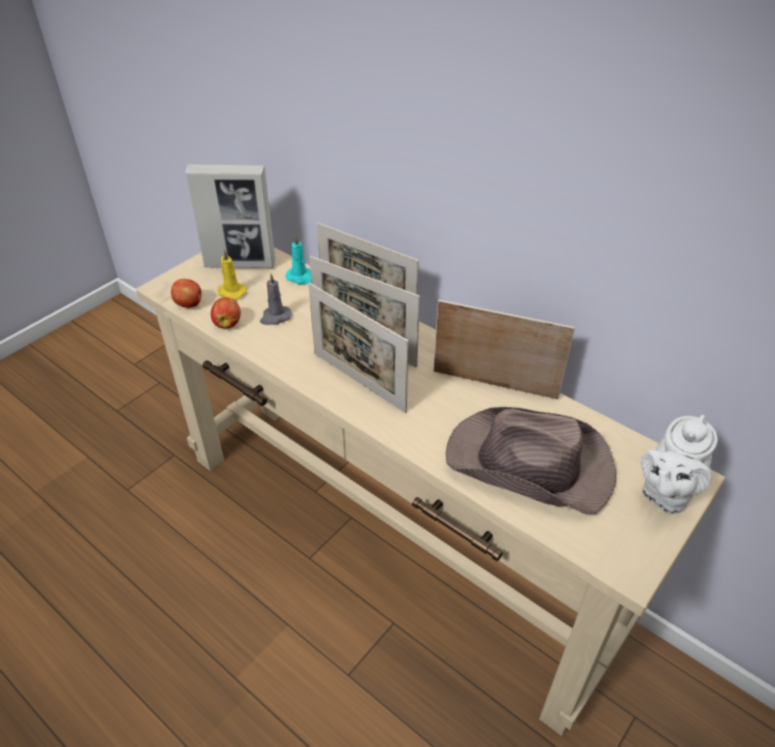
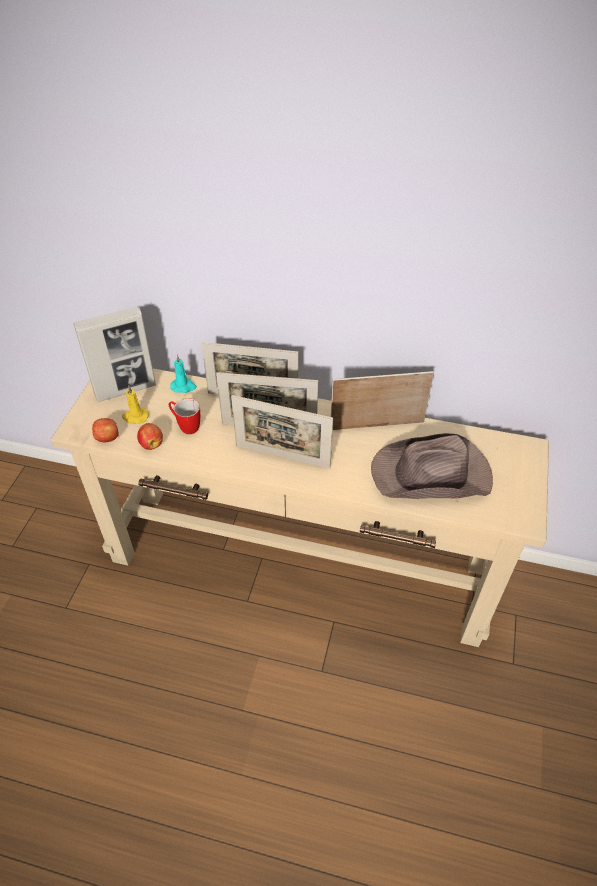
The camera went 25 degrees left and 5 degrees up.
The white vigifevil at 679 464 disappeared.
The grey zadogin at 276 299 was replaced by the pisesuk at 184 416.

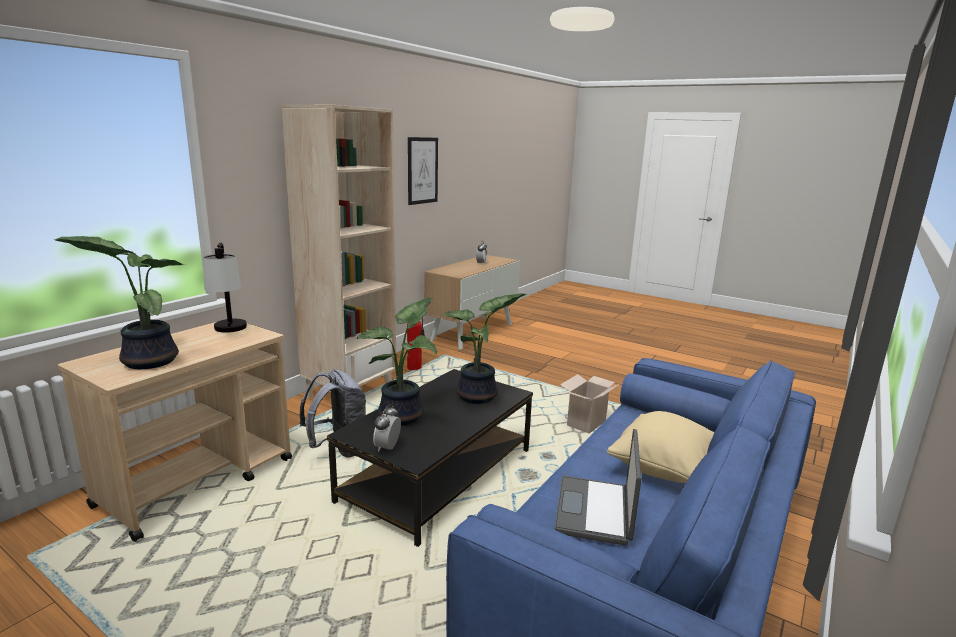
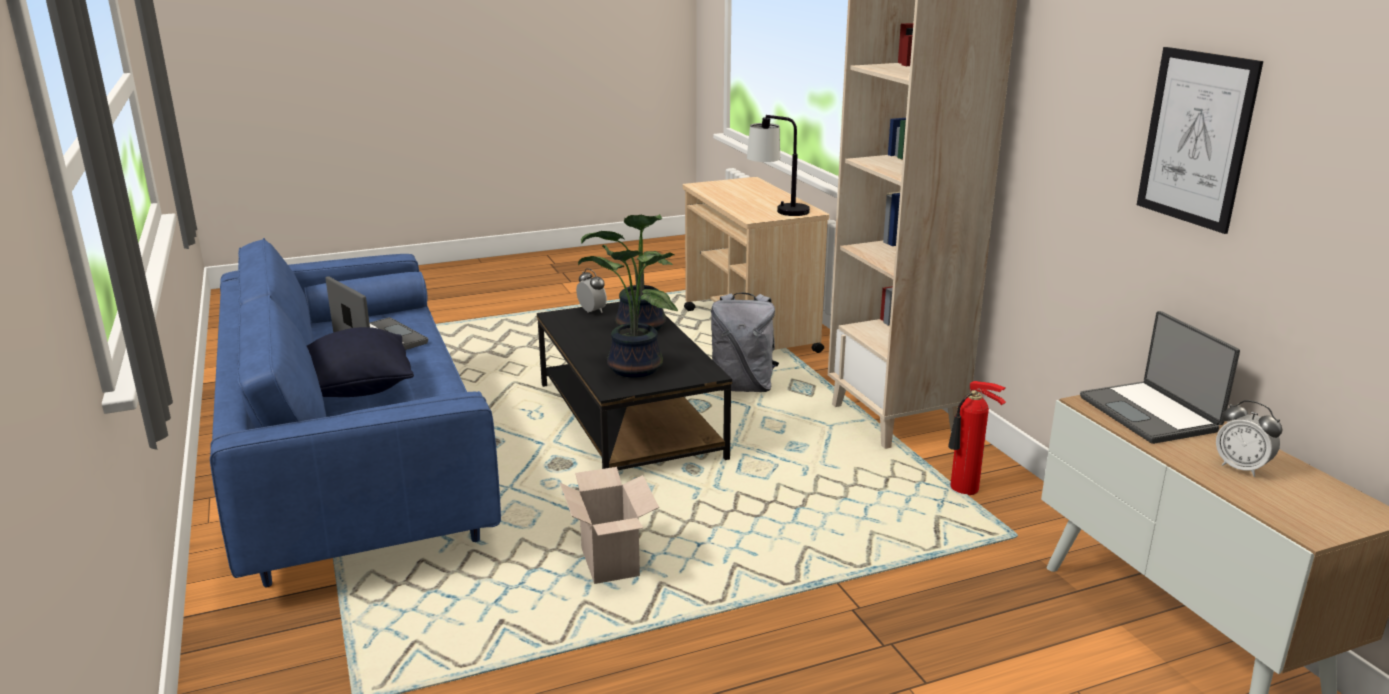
The camera went 125 degrees right and 5 degrees up.
The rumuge at 120 302 disappeared.
The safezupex at 1160 377 appeared.
The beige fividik at 660 447 became the black fividik at 360 362.

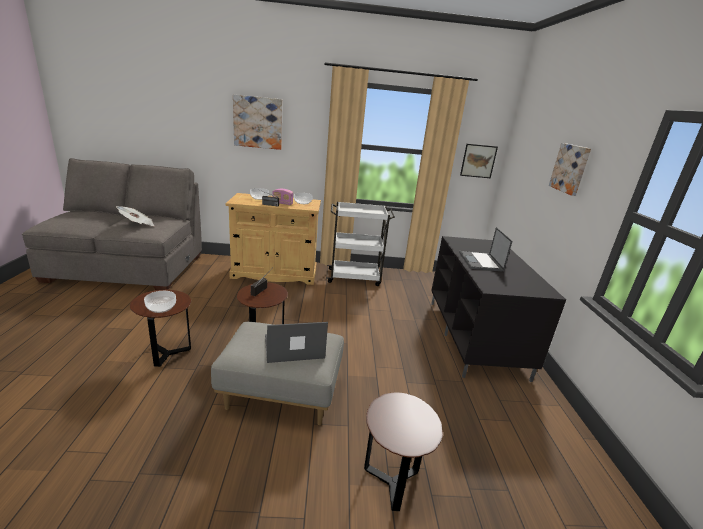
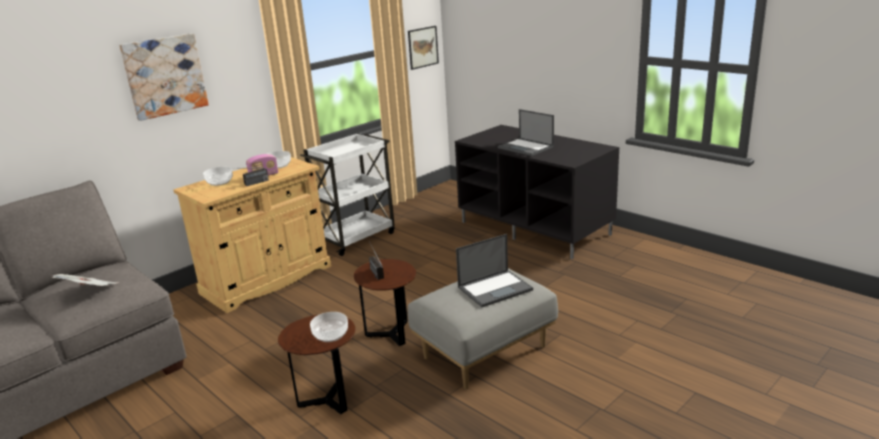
The camera went 40 degrees left and 0 degrees up.
The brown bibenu at 403 451 disappeared.
The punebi at 570 169 disappeared.
The safezupex at 296 342 turned 150 degrees counterclockwise.

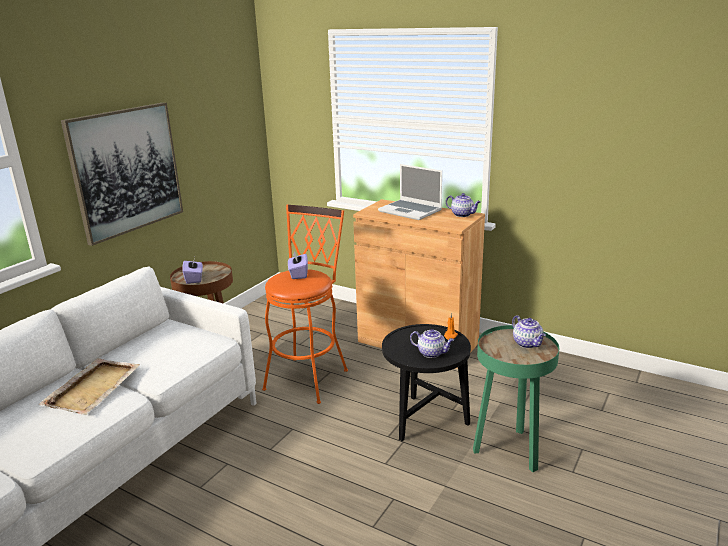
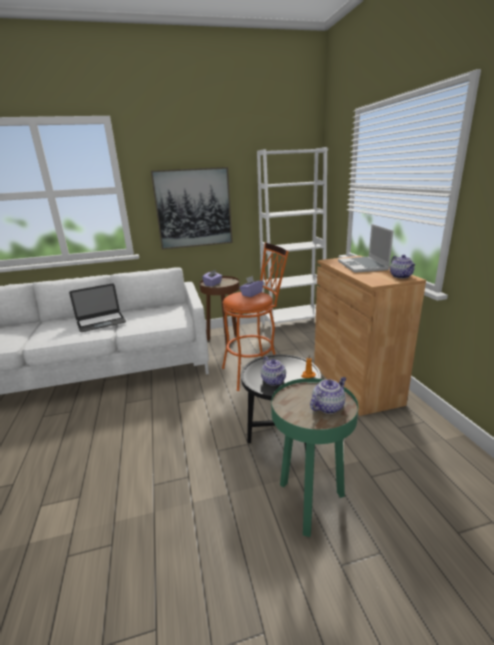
The camera went 45 degrees right and 0 degrees up.
The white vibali at 292 241 appeared.
The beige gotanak at 89 386 was replaced by the safezupex at 97 308.
The vigifevil at 529 331 turned 150 degrees counterclockwise.

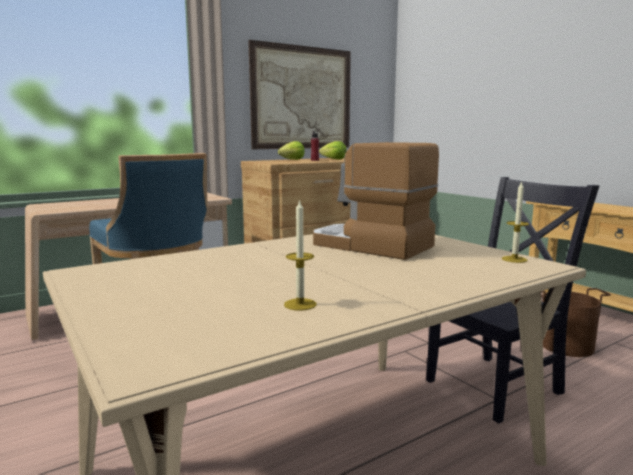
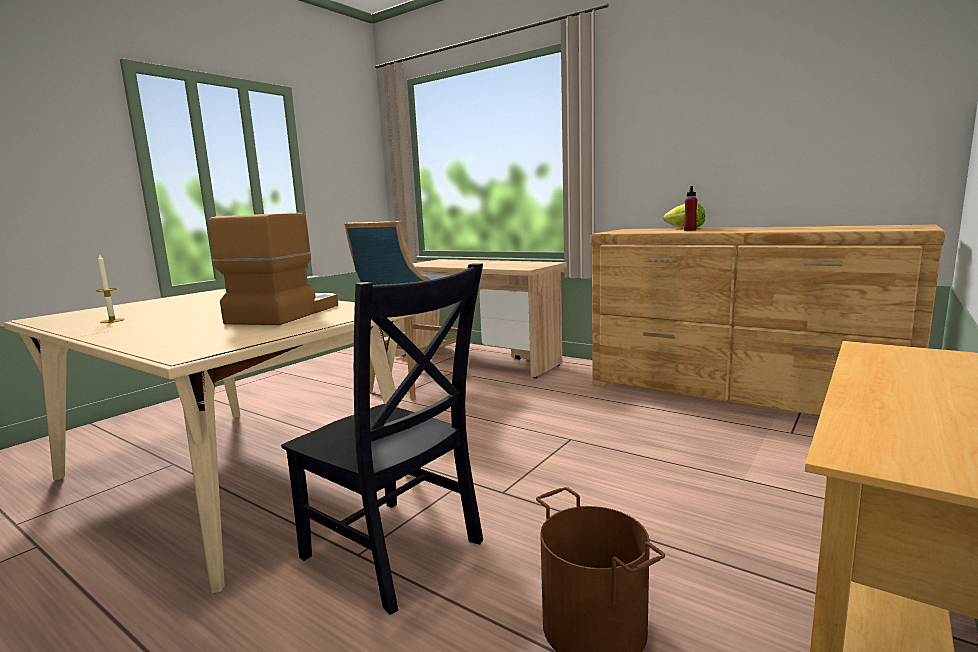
The camera went 70 degrees right and 0 degrees up.
The punebi at 299 94 disappeared.
The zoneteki at 333 150 disappeared.
The zadogin at 515 222 disappeared.

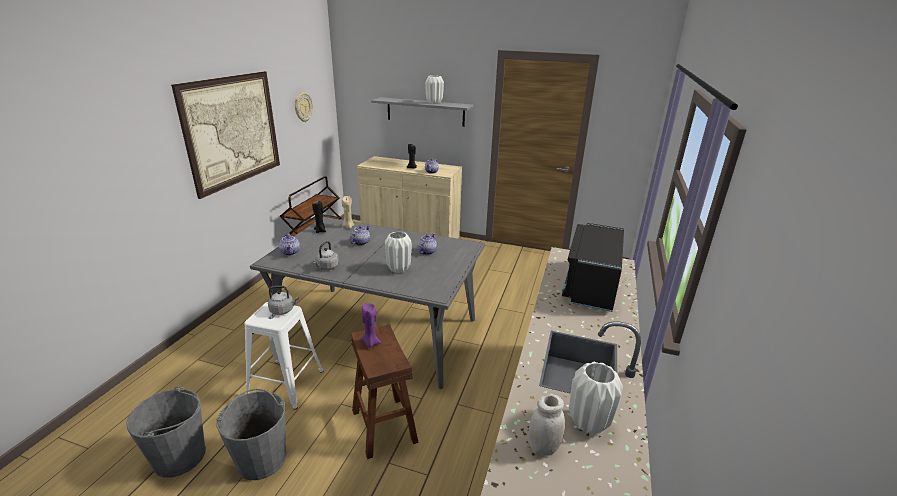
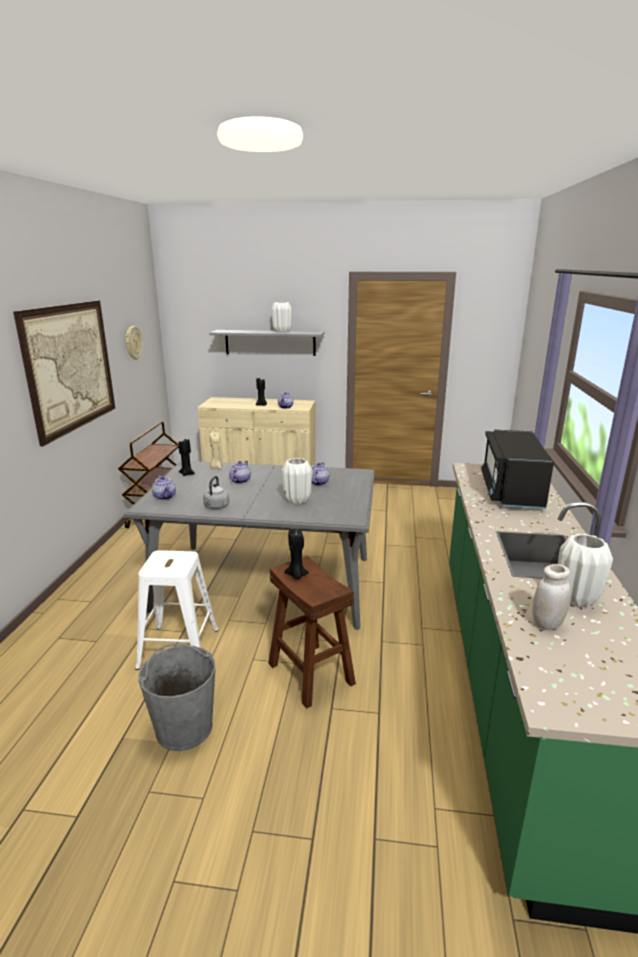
The camera went 10 degrees left and 5 degrees down.
The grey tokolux at 166 432 disappeared.
The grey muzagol at 283 300 disappeared.
The purple zadogin at 371 325 became the black zadogin at 297 554.

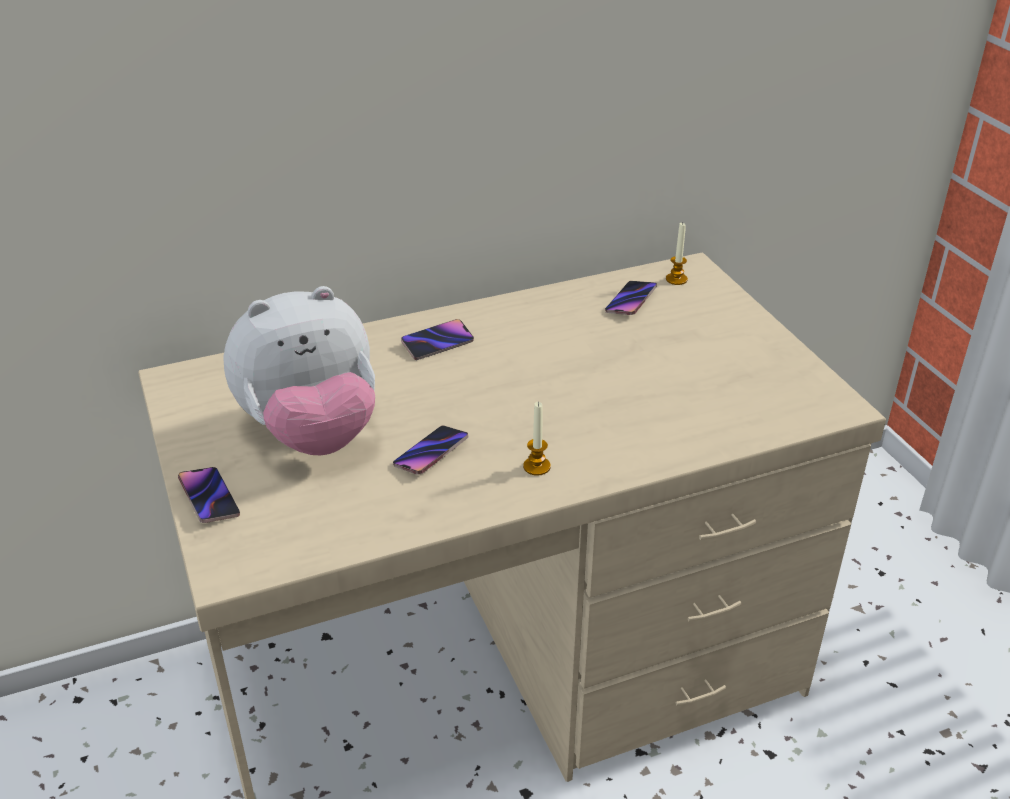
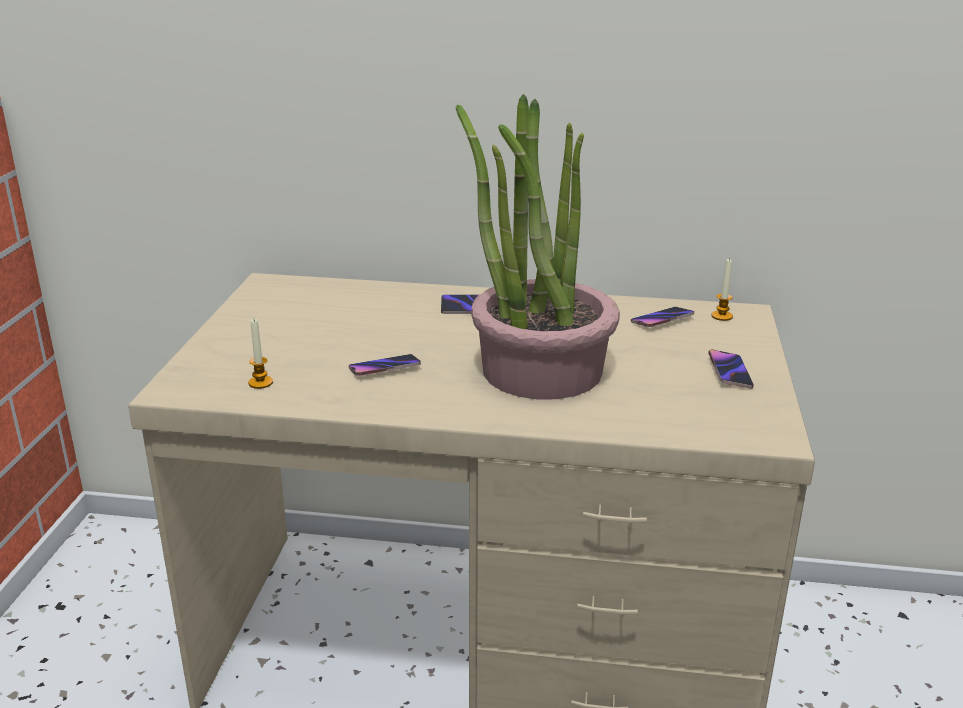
The camera went 30 degrees right and 10 degrees down.
The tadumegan at 299 370 disappeared.
The rumuge at 538 247 appeared.
The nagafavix moved from 209 495 to 731 369.
The zadogin moved from 537 439 to 260 353.

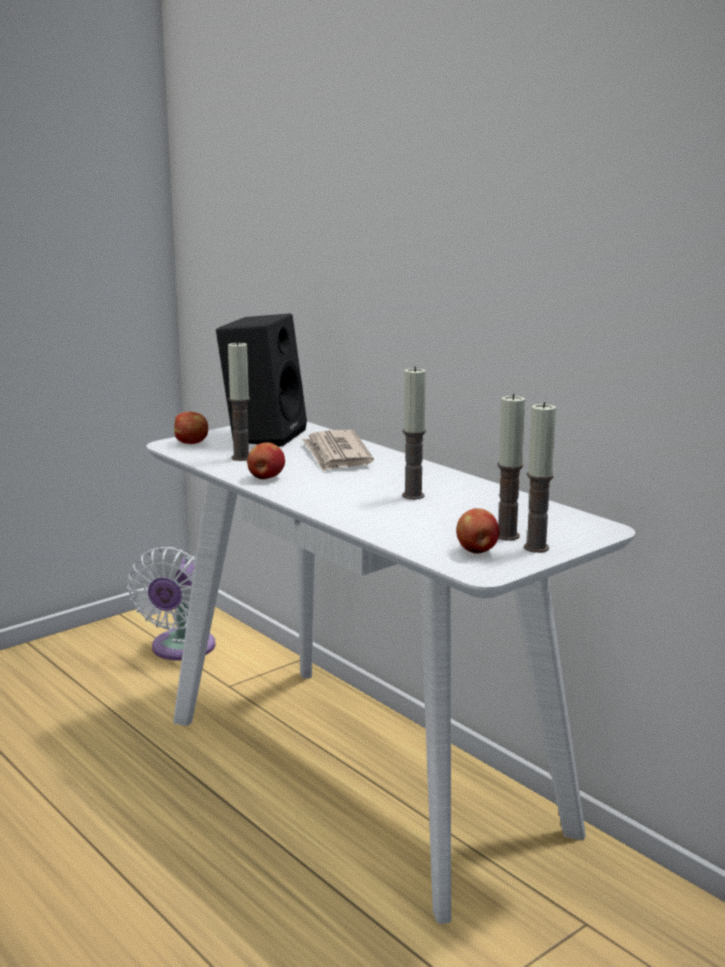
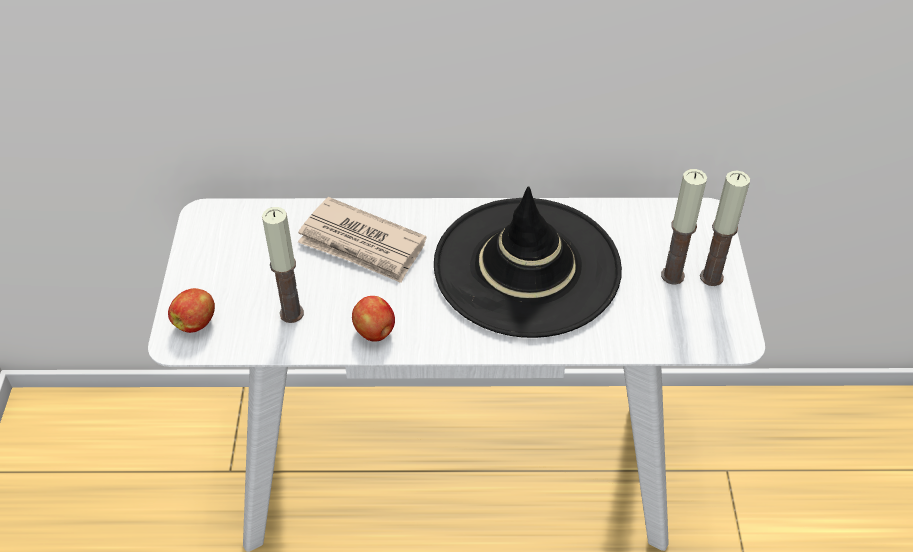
The camera went 50 degrees left and 30 degrees up.
The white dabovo at 171 604 disappeared.
The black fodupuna at 261 380 disappeared.
The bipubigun at 478 530 disappeared.
The zadogin at 414 433 was replaced by the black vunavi at 528 262.

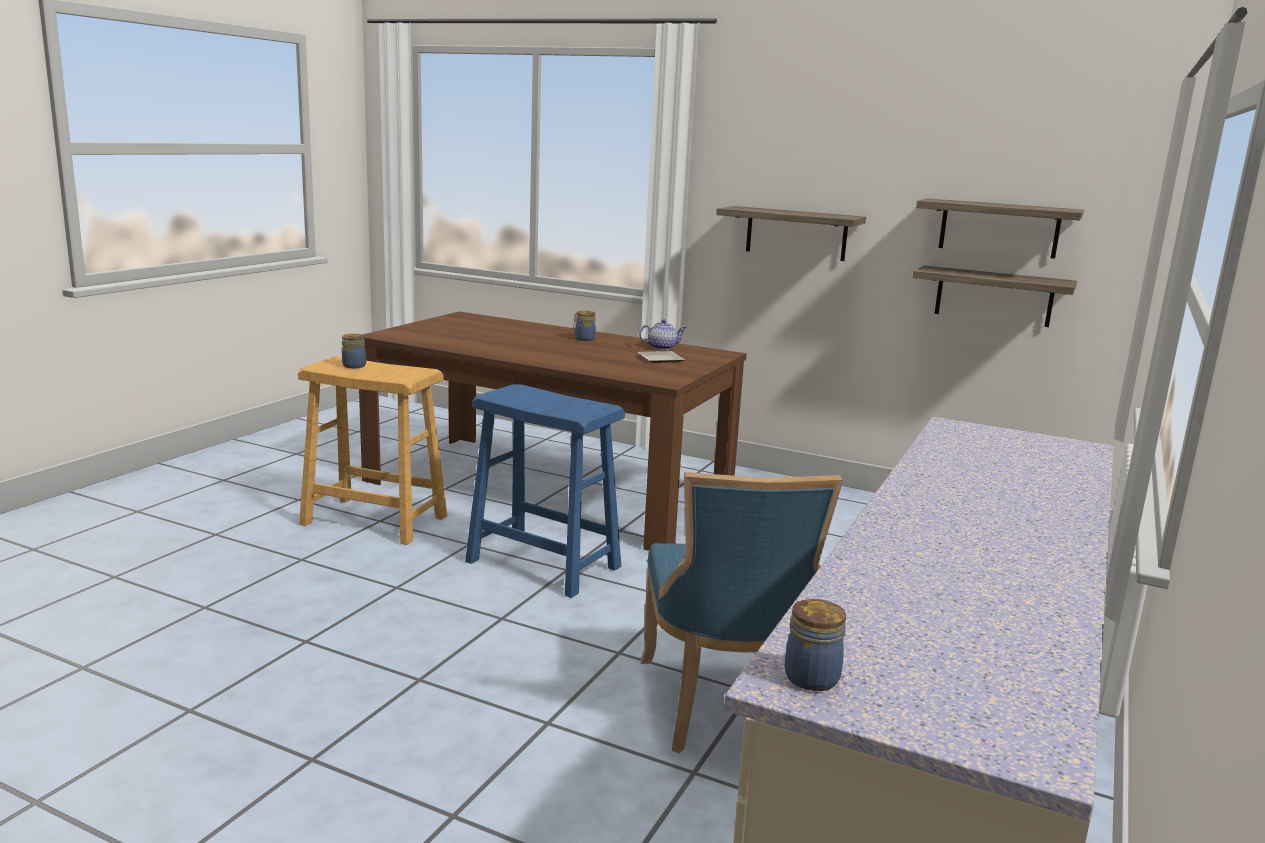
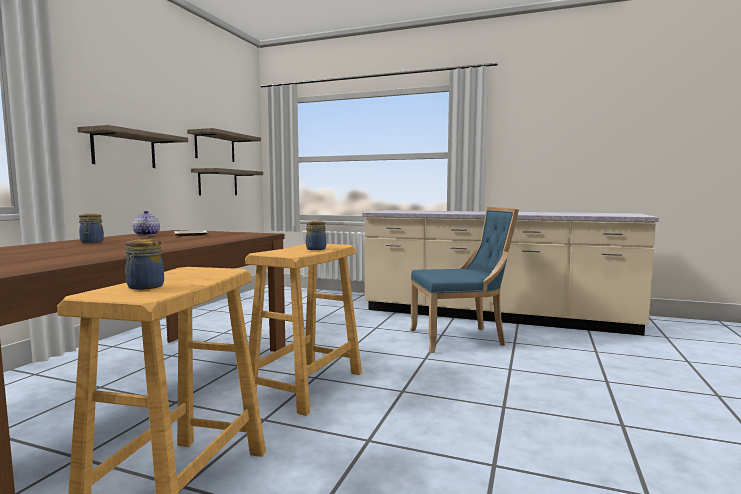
The camera went 95 degrees left and 10 degrees down.
The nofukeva moved from 815 645 to 316 235.
The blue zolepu at 545 491 became the beige zolepu at 303 330.

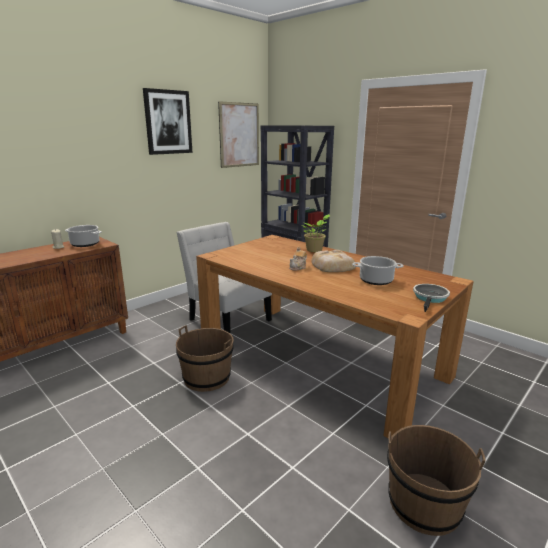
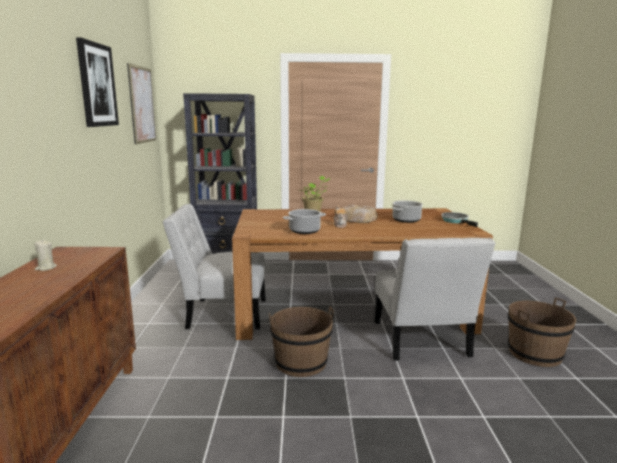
The camera went 45 degrees left and 5 degrees down.
The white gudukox at 435 299 appeared.
The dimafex moved from 83 236 to 304 221.

